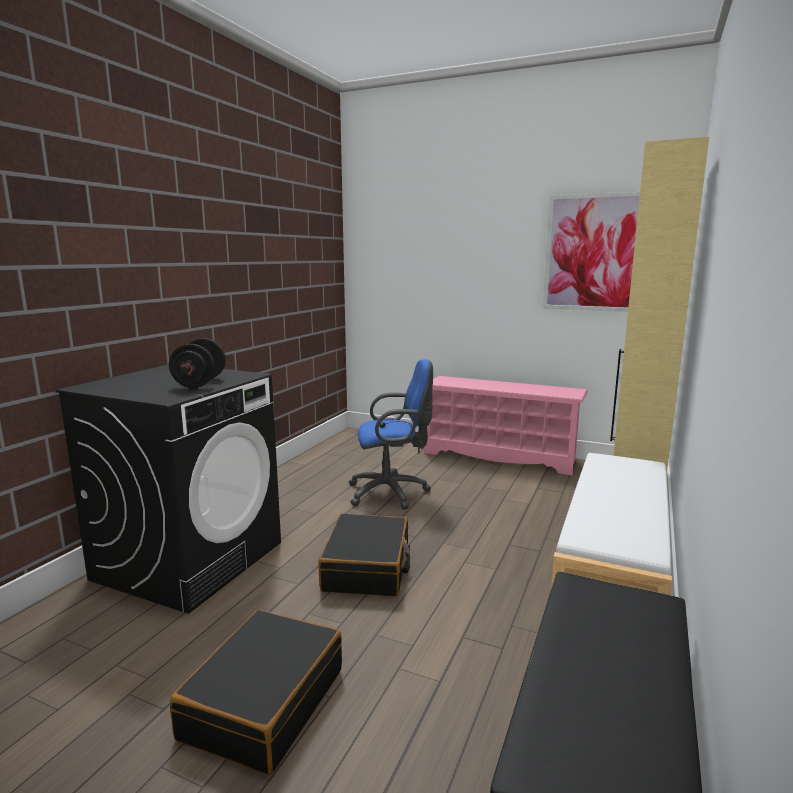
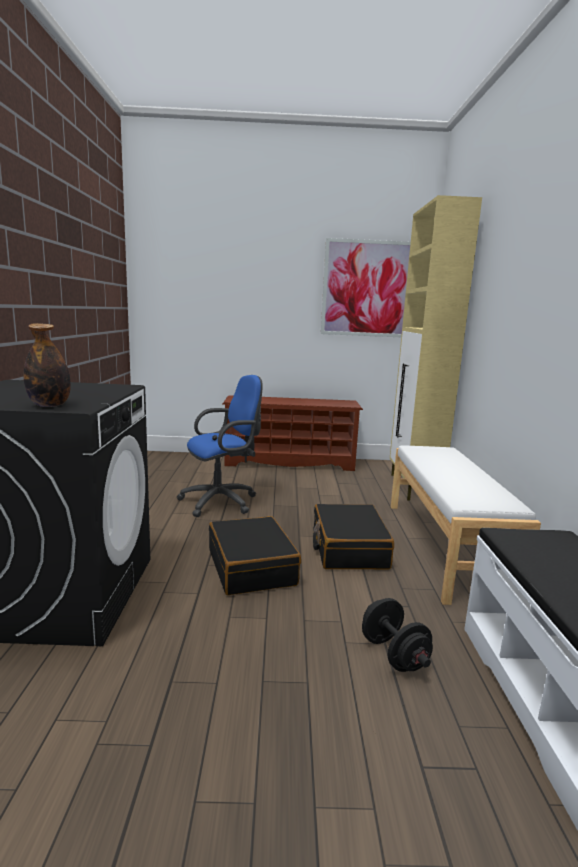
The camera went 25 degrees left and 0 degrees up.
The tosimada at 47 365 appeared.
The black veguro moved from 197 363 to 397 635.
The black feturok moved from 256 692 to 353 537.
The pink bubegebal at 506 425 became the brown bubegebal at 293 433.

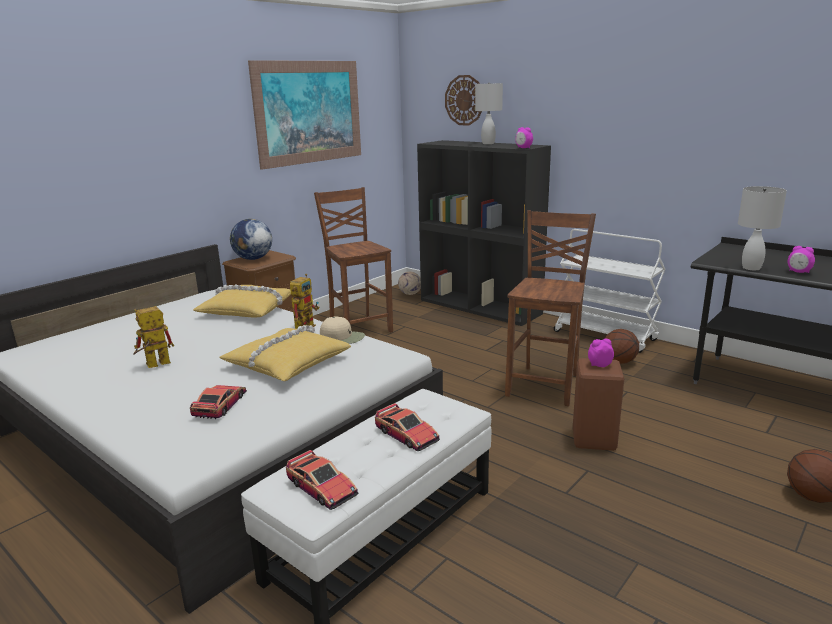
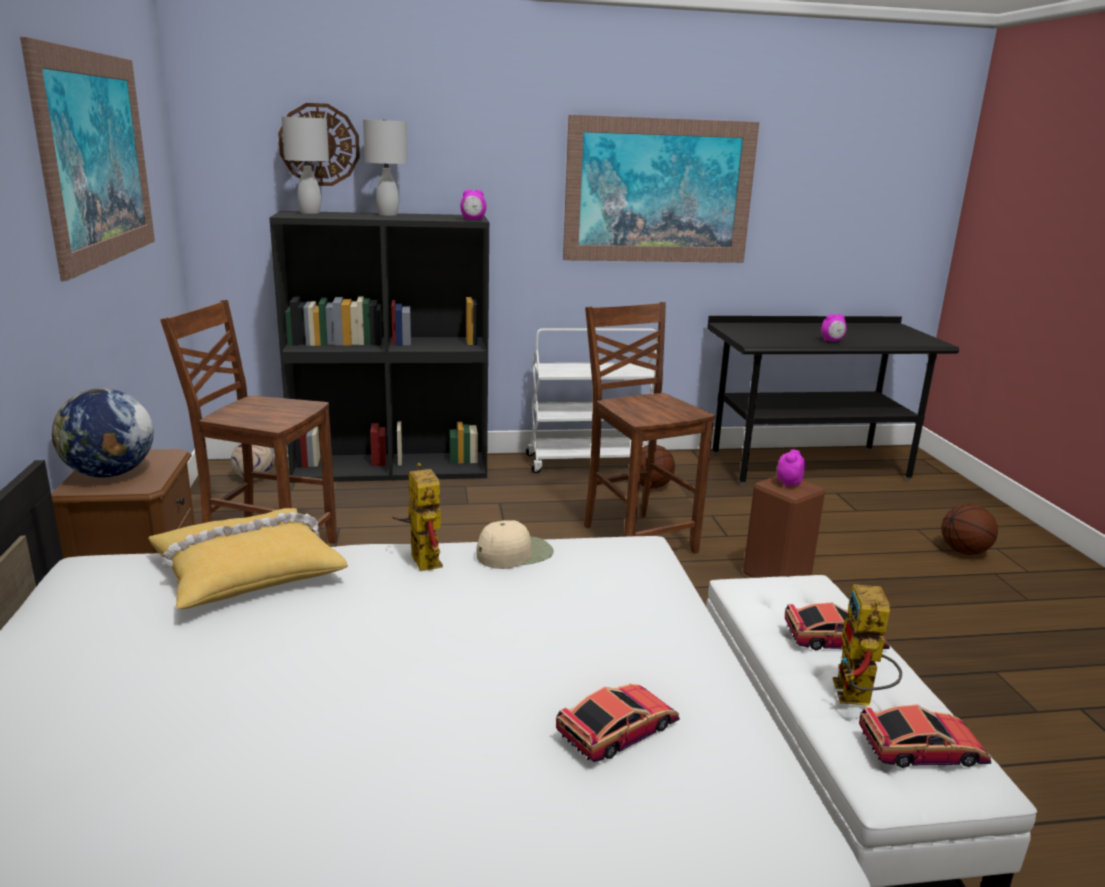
The camera went 50 degrees left and 0 degrees up.
The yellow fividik at 285 353 disappeared.
The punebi at 661 188 appeared.
The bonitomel moved from 153 337 to 867 645.
The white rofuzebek moved from 762 228 to 305 165.
The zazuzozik at 218 402 turned 90 degrees clockwise.

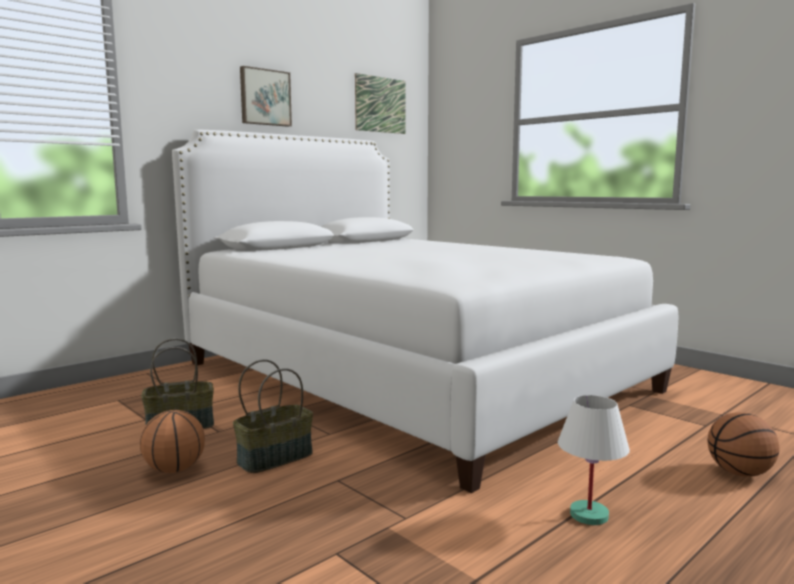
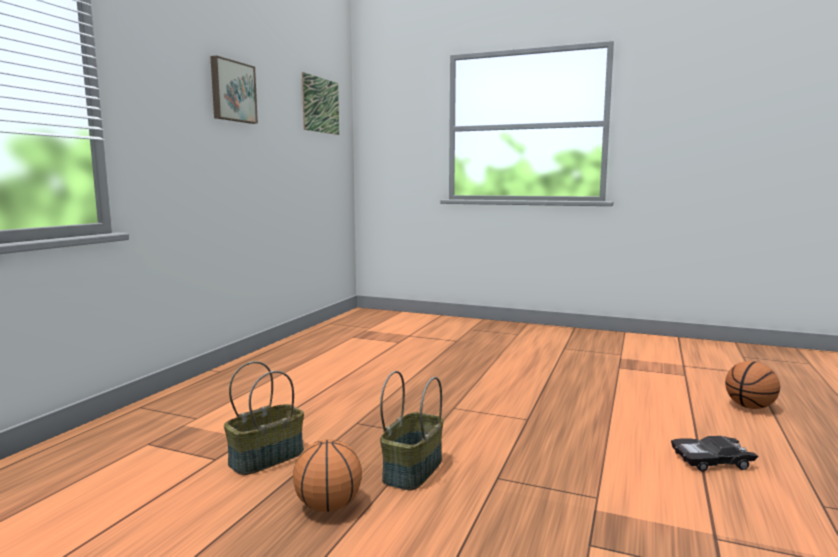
The camera went 25 degrees left and 0 degrees up.
The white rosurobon at 425 311 disappeared.
The white rofuzebek at 594 460 was replaced by the black zazuzozik at 715 453.

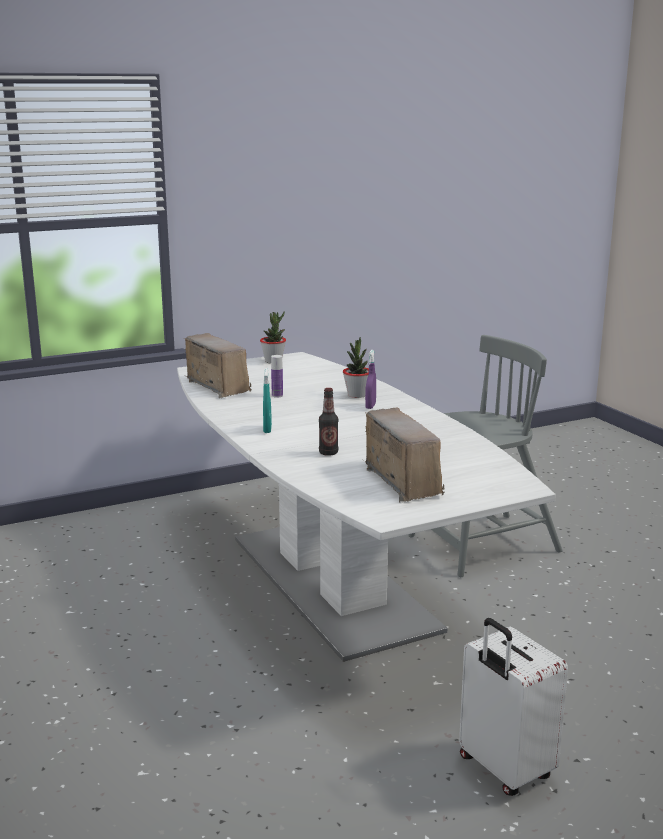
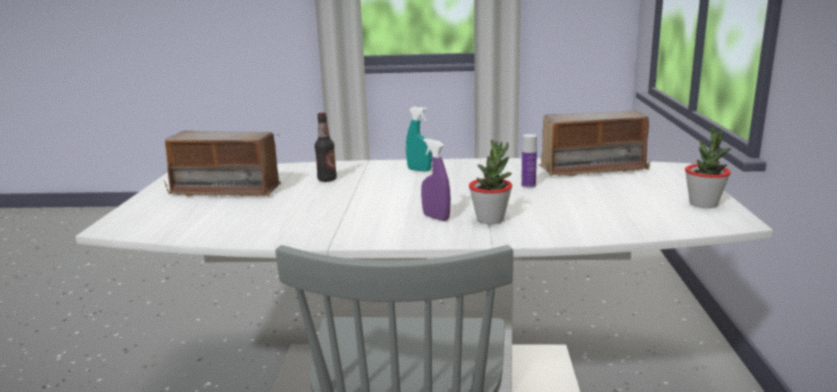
The camera went 120 degrees right and 0 degrees up.
The white feturok at 513 707 disappeared.

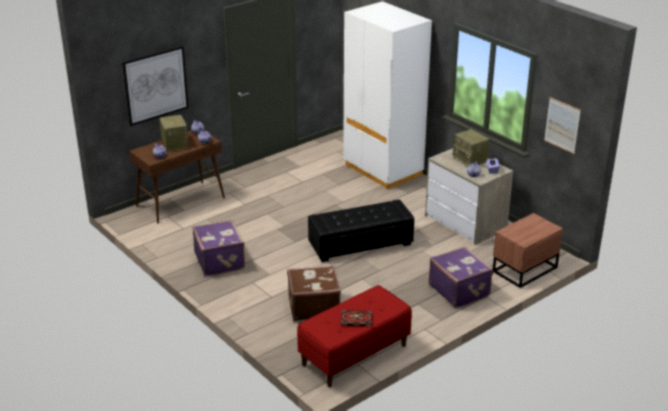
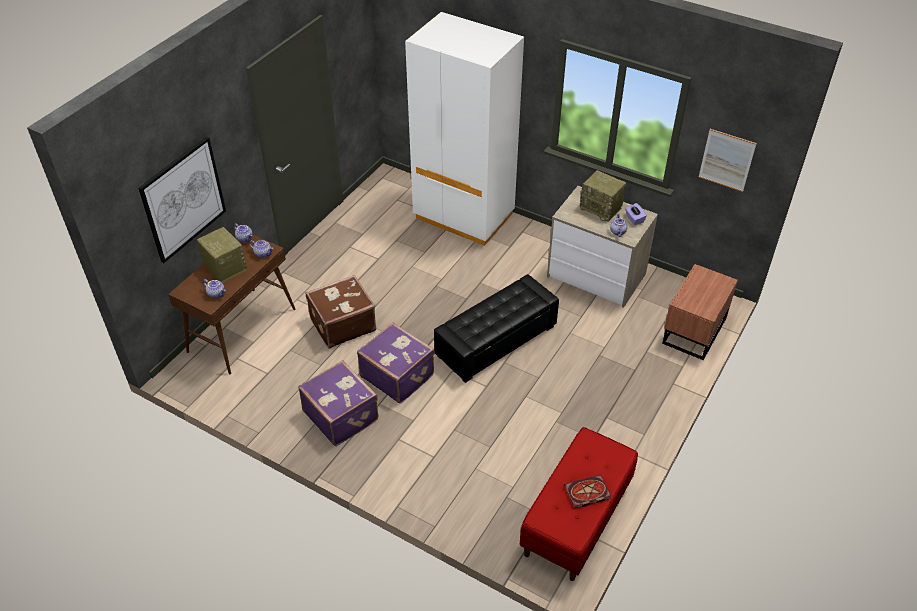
The camera went 20 degrees left and 15 degrees up.
The brown feturok moved from 314 293 to 341 312.
The purple feturok moved from 460 277 to 396 363.

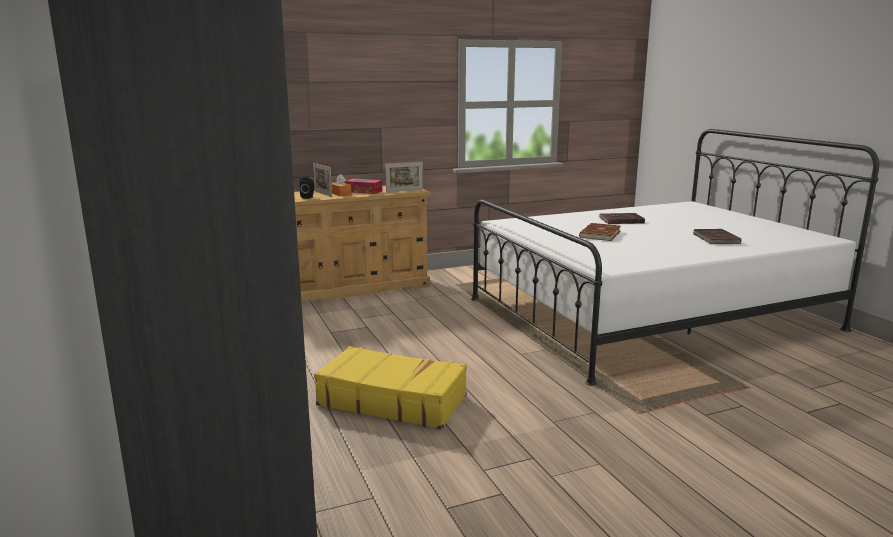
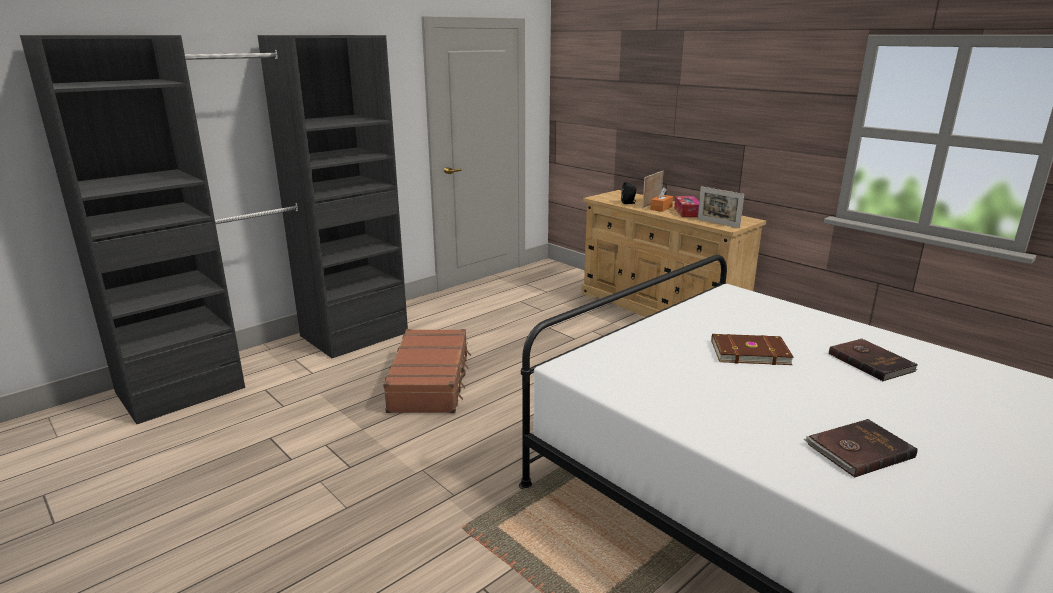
The camera went 70 degrees right and 5 degrees up.
The yellow feturok at 390 388 became the brown feturok at 427 371.

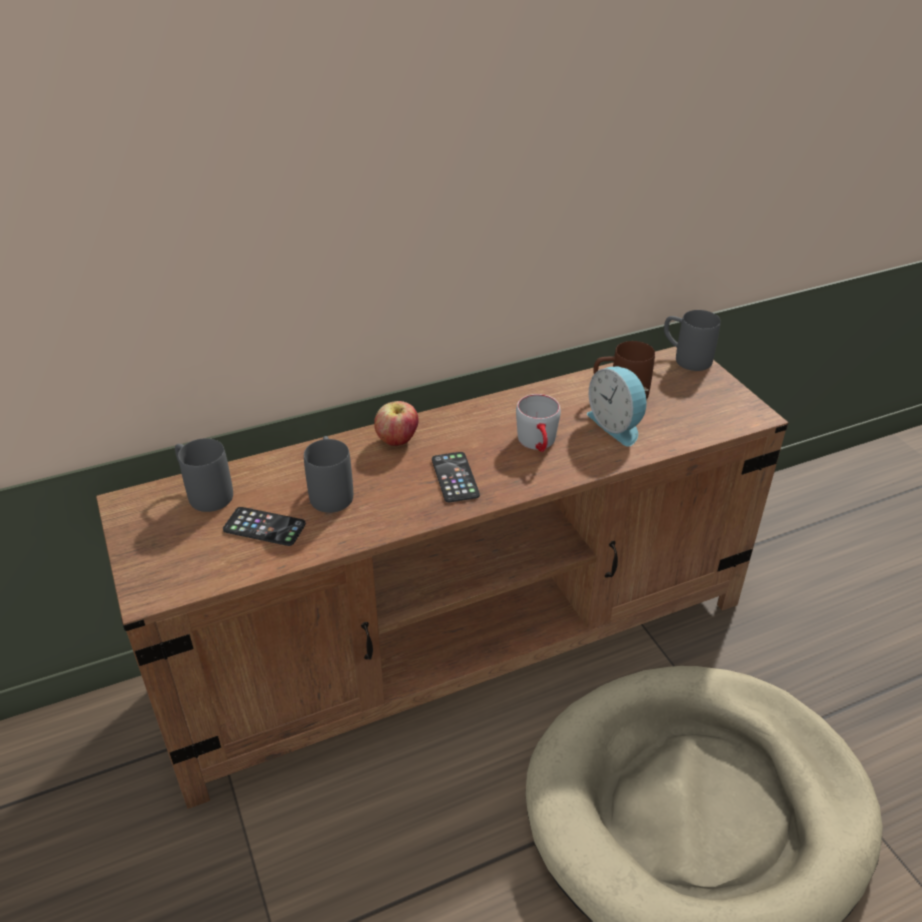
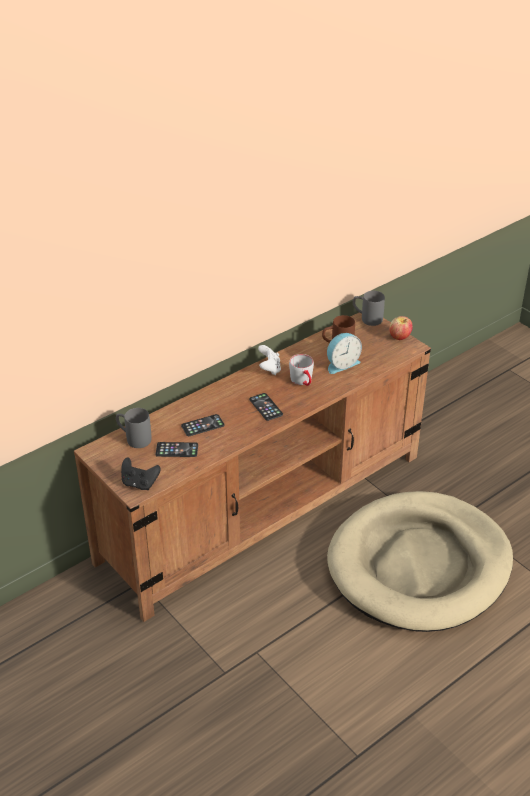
The camera went 15 degrees left and 0 degrees up.
The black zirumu at 141 473 appeared.
The white zirumu at 269 360 appeared.
The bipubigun moved from 396 423 to 401 328.
The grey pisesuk at 328 474 was replaced by the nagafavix at 202 425.
The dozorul at 617 406 turned 75 degrees counterclockwise.

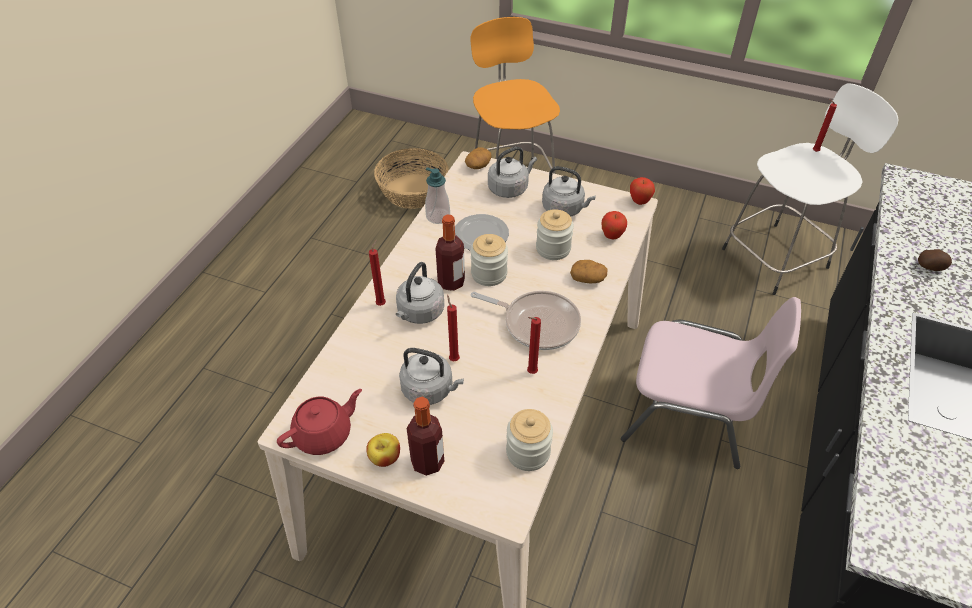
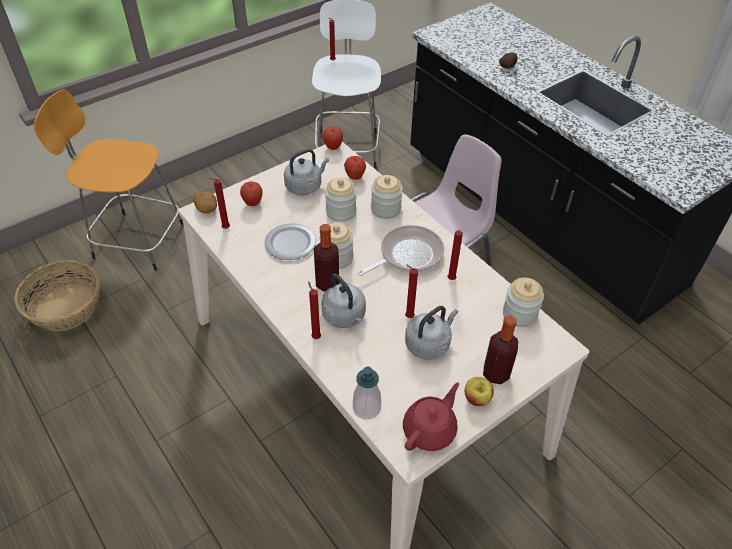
The camera went 60 degrees left and 0 degrees up.
The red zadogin at 219 203 appeared.
The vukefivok moved from 437 195 to 367 393.
The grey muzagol at 512 172 was replaced by the bipubigun at 251 194.
The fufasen at 589 271 was replaced by the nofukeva at 387 197.
The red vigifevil at 319 422 turned 45 degrees clockwise.

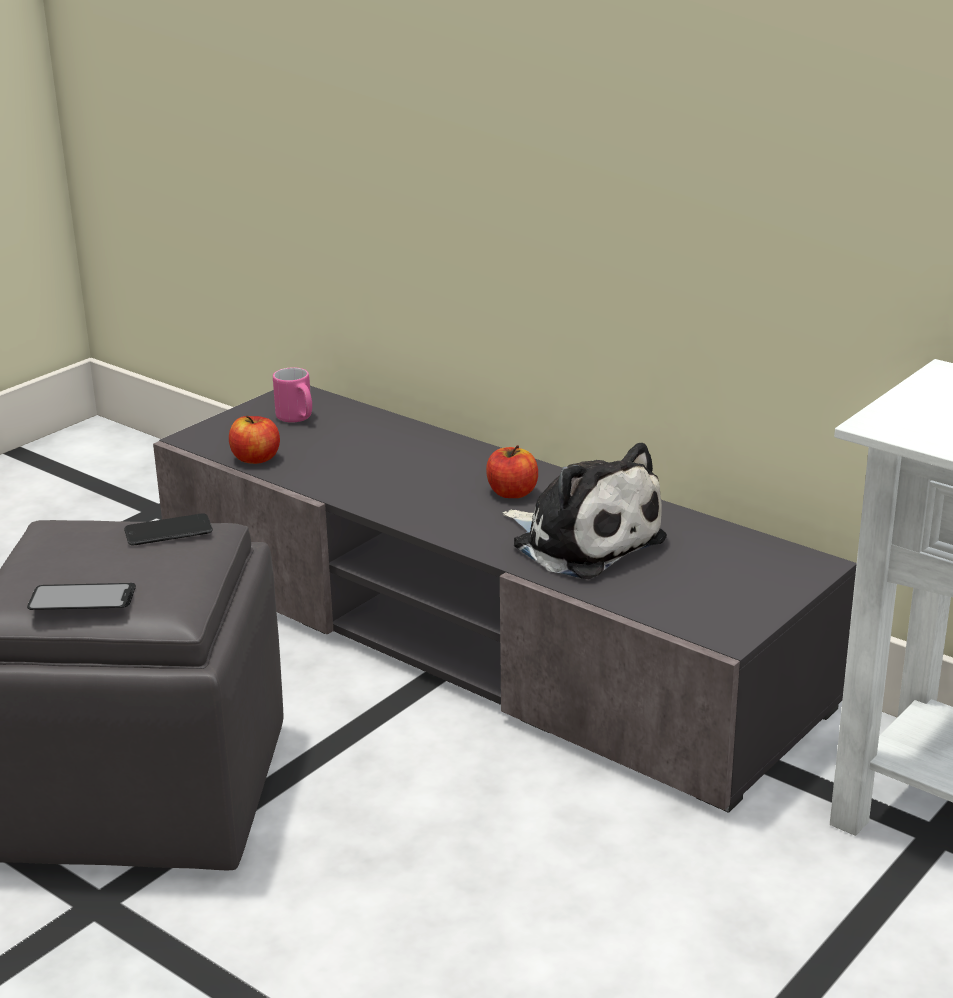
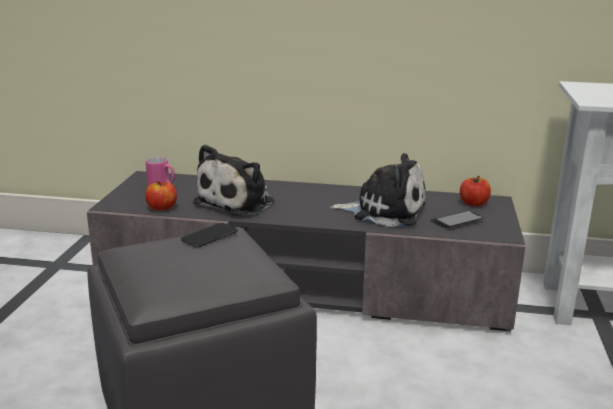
The camera went 30 degrees left and 5 degrees down.
The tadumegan at 233 179 appeared.
The nagafavix moved from 81 596 to 457 219.
The bipubigun moved from 512 471 to 475 191.

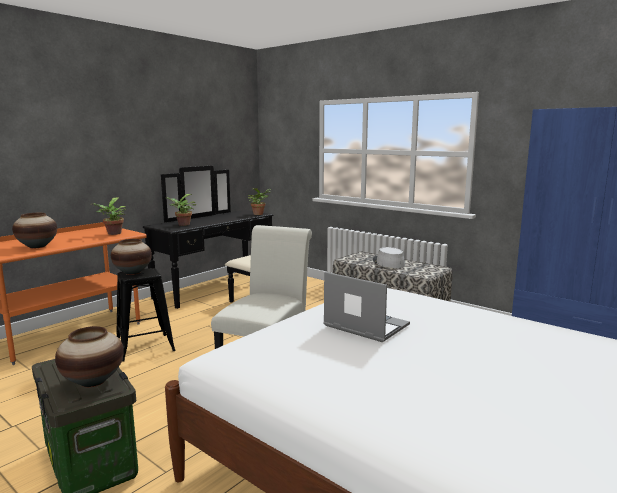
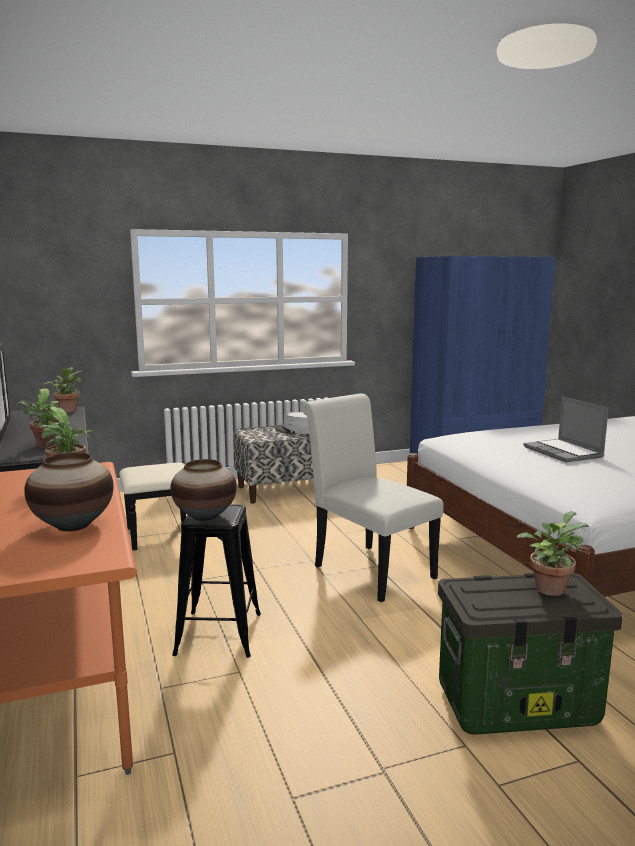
The camera went 60 degrees left and 0 degrees up.
The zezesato at 89 356 was replaced by the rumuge at 552 553.
The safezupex at 366 307 turned 90 degrees counterclockwise.

